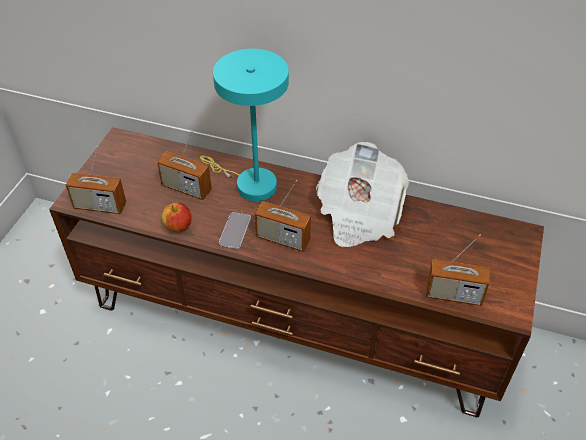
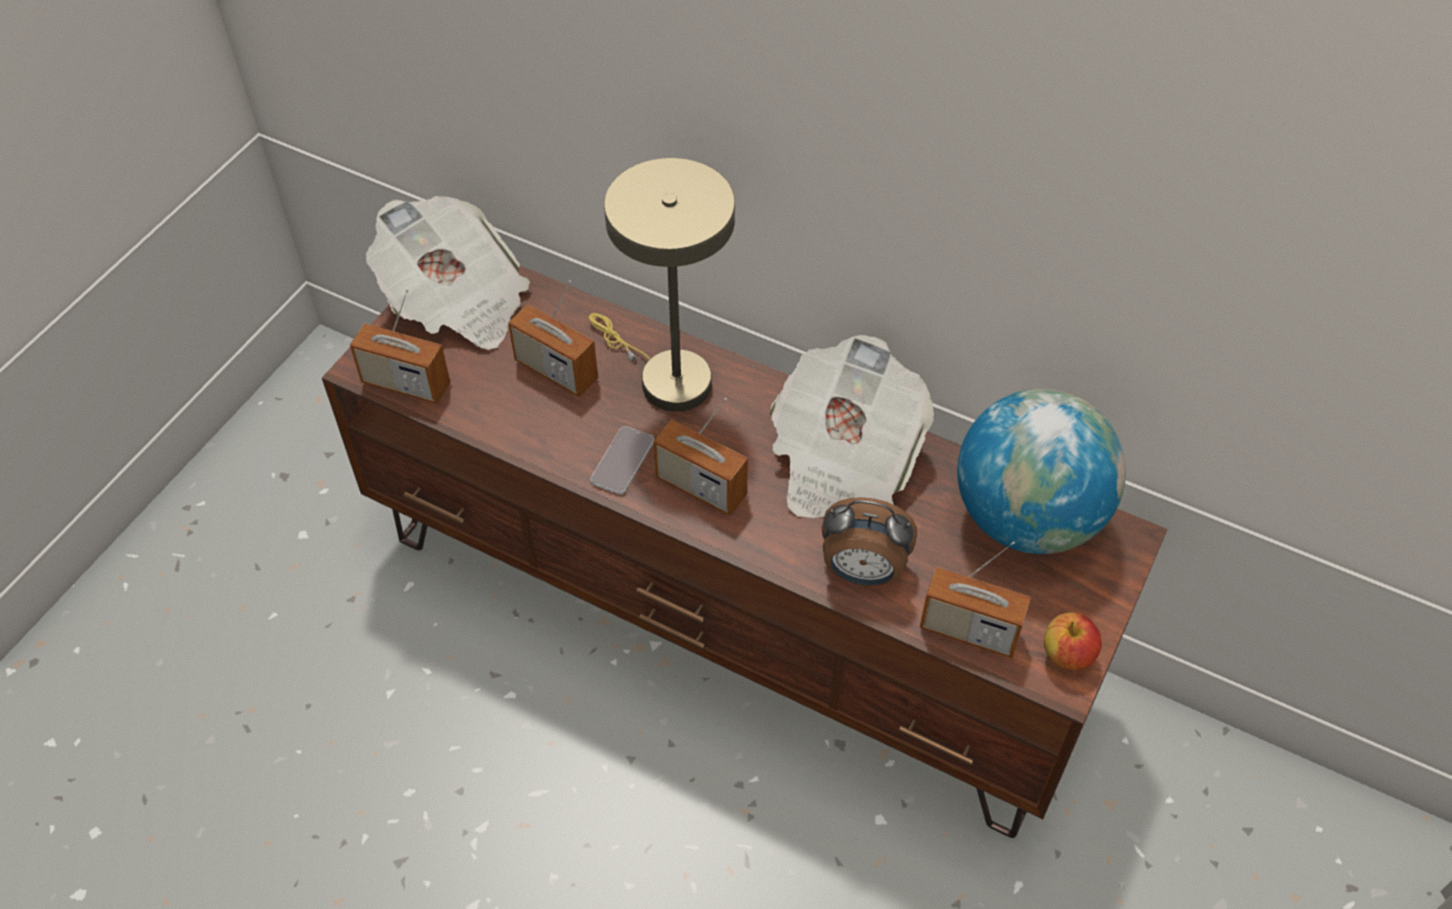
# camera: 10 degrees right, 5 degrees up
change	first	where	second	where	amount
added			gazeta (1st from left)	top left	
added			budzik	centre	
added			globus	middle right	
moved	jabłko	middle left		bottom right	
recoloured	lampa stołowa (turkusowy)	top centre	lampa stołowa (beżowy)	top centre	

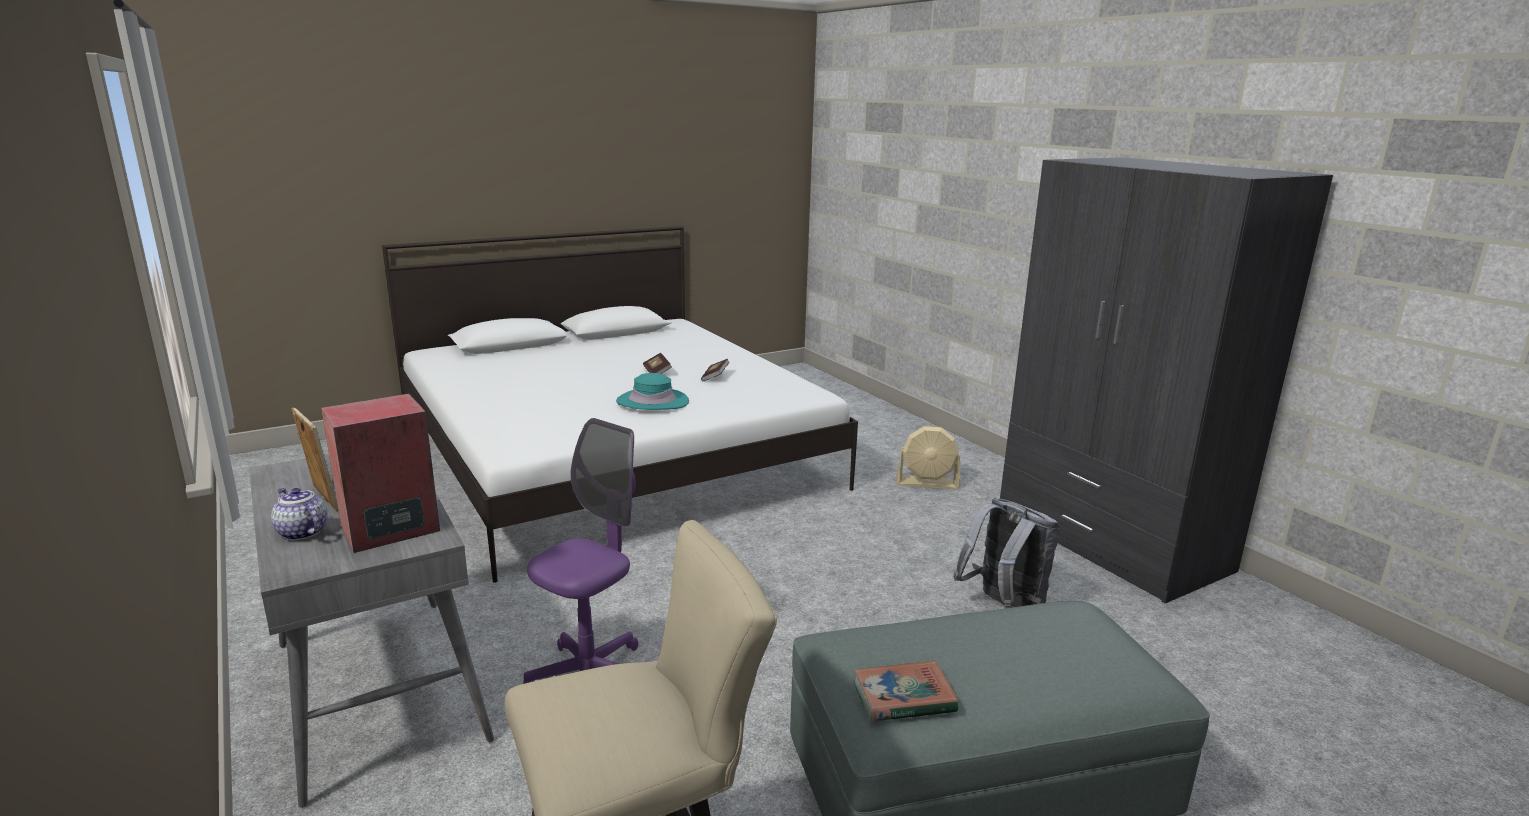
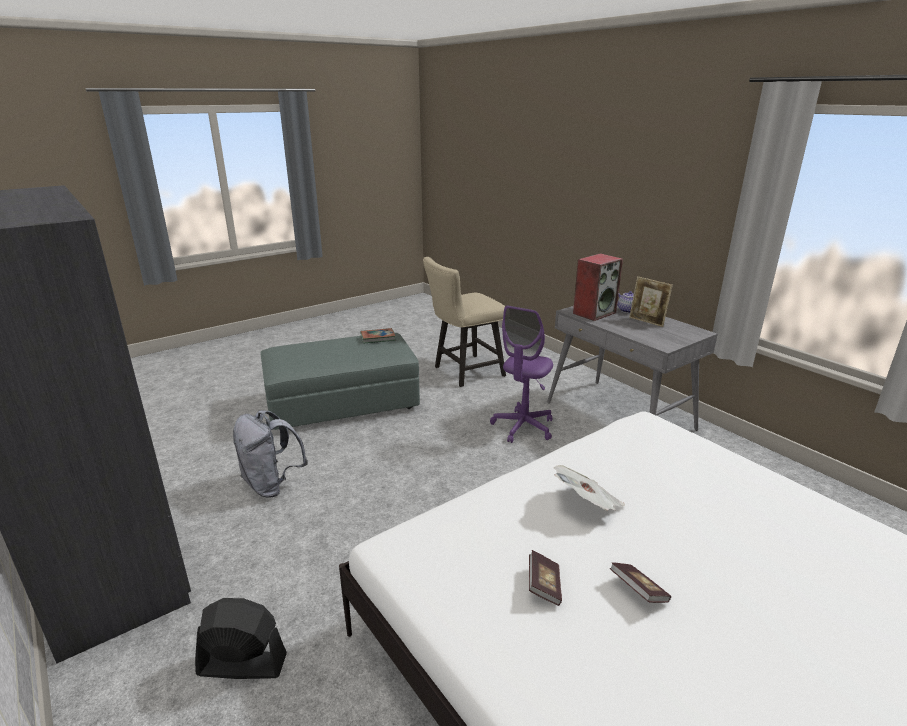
# camera: 175 degrees right, 5 degrees up
change	first	where	second	where	amount
replaced	kapelusz (turkusowy)	centre	gazeta	bottom centre	
recoloured	wentylator (beżowy)	centre	wentylator (czarny)	bottom left	

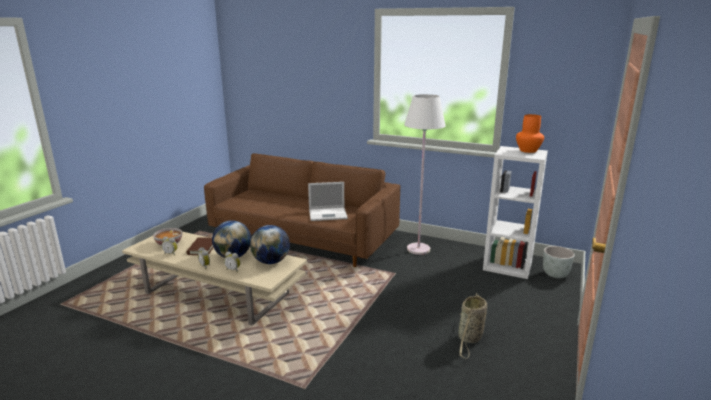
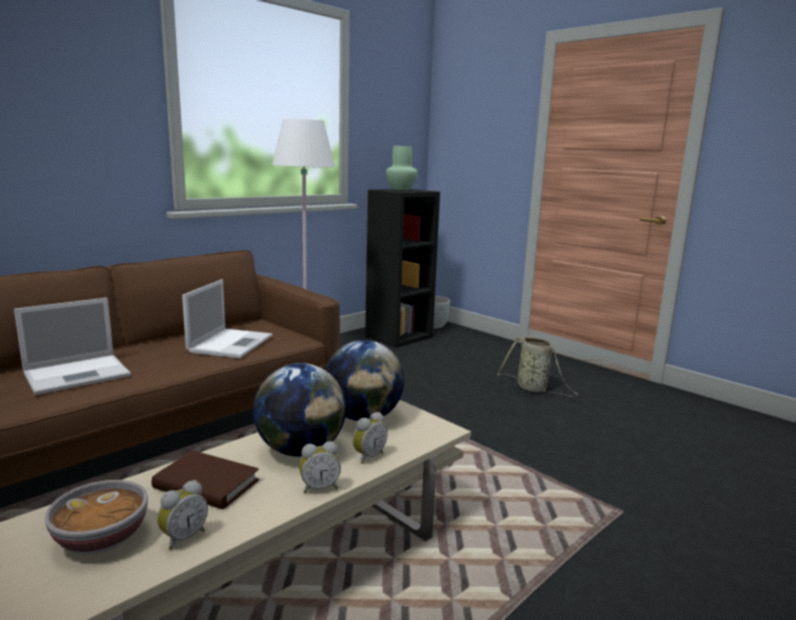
# camera: 70 degrees left, 5 degrees down
change	first	where	second	where	amount
added			laptop (1st from left)	middle left	
recoloured	regał (biały)	middle right	regał (czarny)	centre	
recoloured	wazon (pomarańczowy)	top right	wazon (zielony)	top centre	

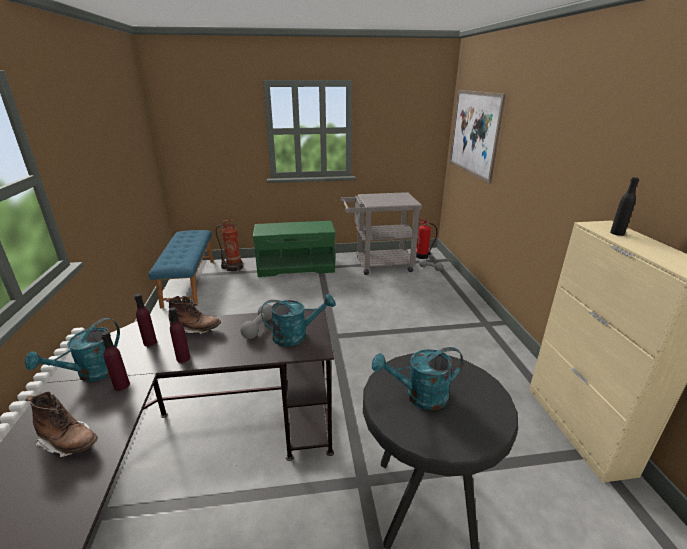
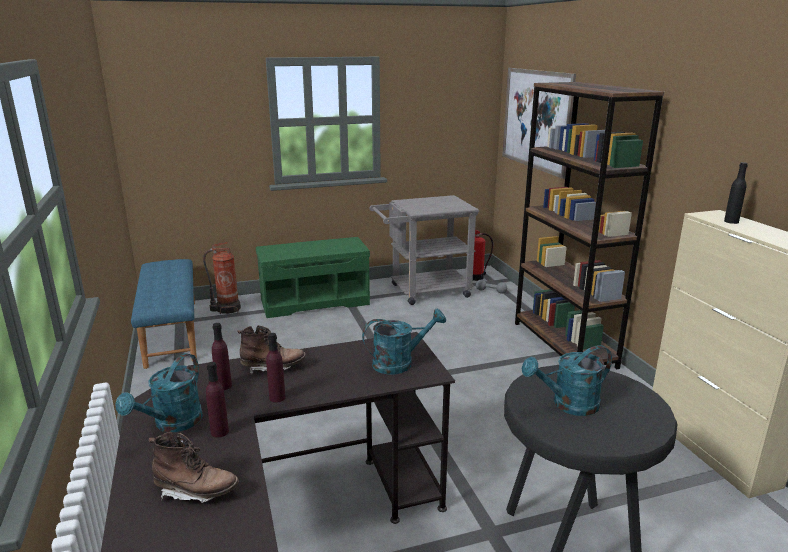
# camera: 10 degrees left, 5 degrees down
change	first	where	second	where	amount
removed	hantel (szary) (1st from left)	centre			
added			regał (brązowy)	middle right	

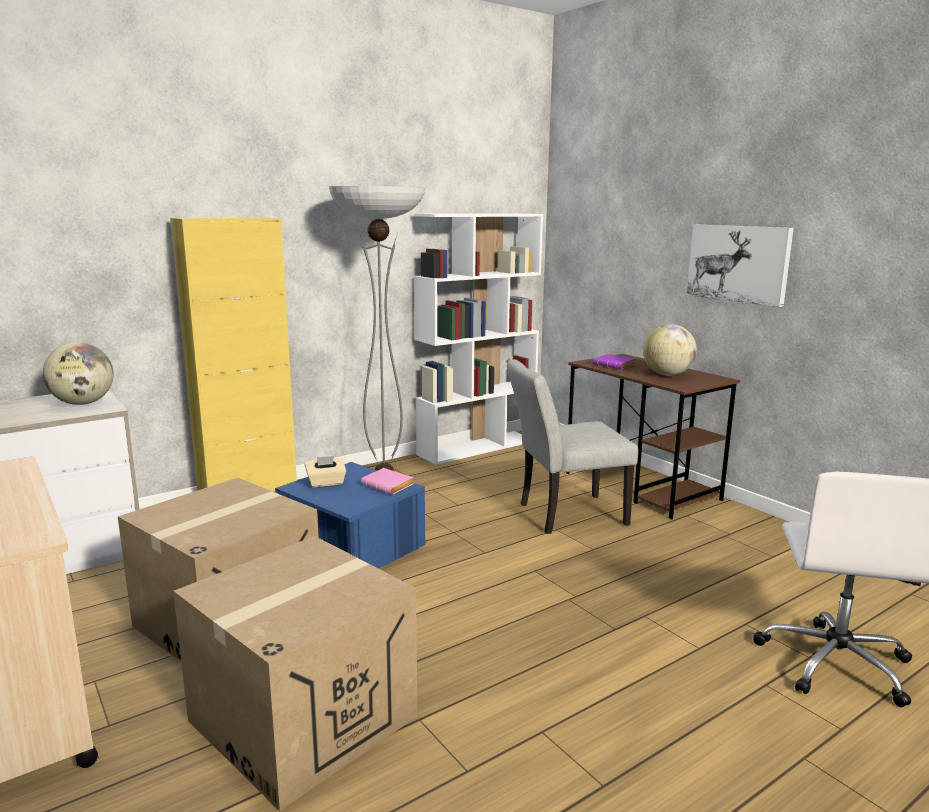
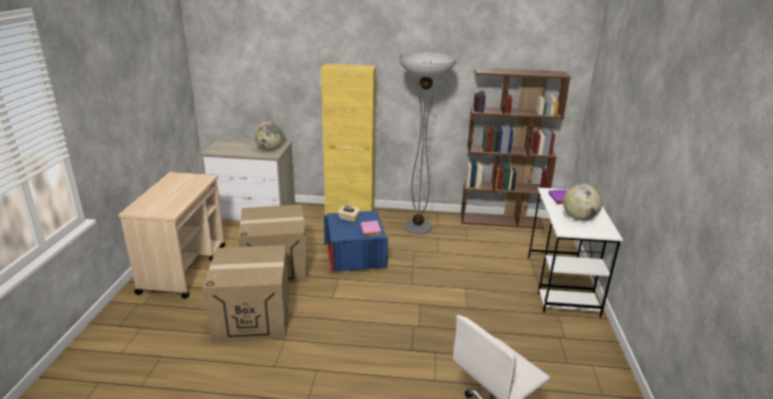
# camera: 40 degrees right, 10 degrees up
change	first	where	second	where	amount
removed	krzesło (szary)	centre			
removed	obraz	top right			
recoloured	regał (biały)	centre	regał (brązowy)	middle right	
recoloured	biurko (brązowy)	middle right	biurko (biały)	middle right	

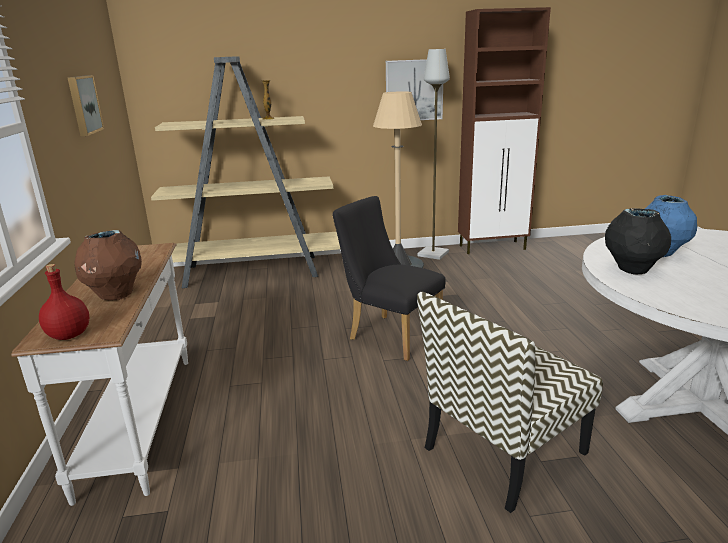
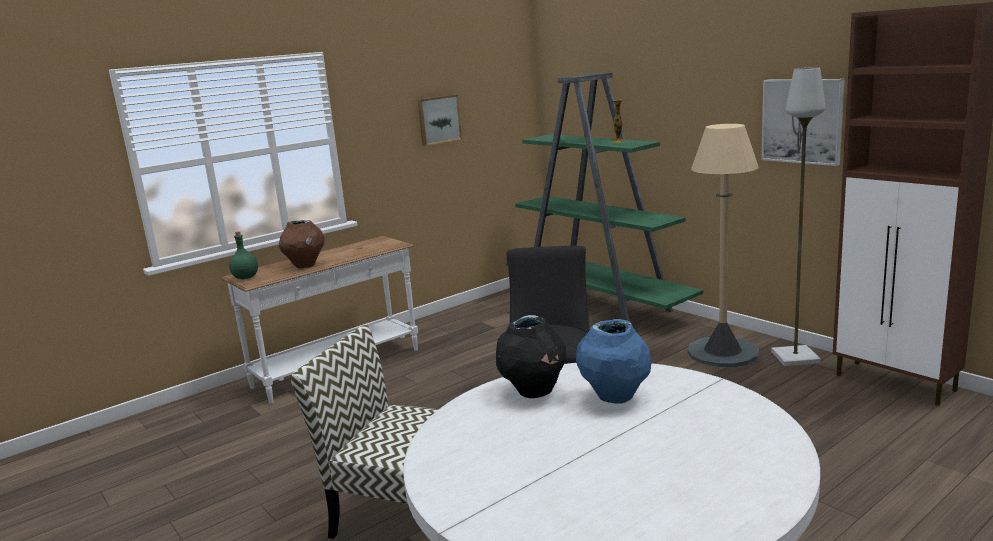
# camera: 60 degrees right, 5 degrees down
change	first	where	second	where	amount
recoloured	butelka (czerwony)	middle left	butelka (zielony)	middle left	
recoloured	regał (beżowy)	top centre	regał (zielony)	centre	

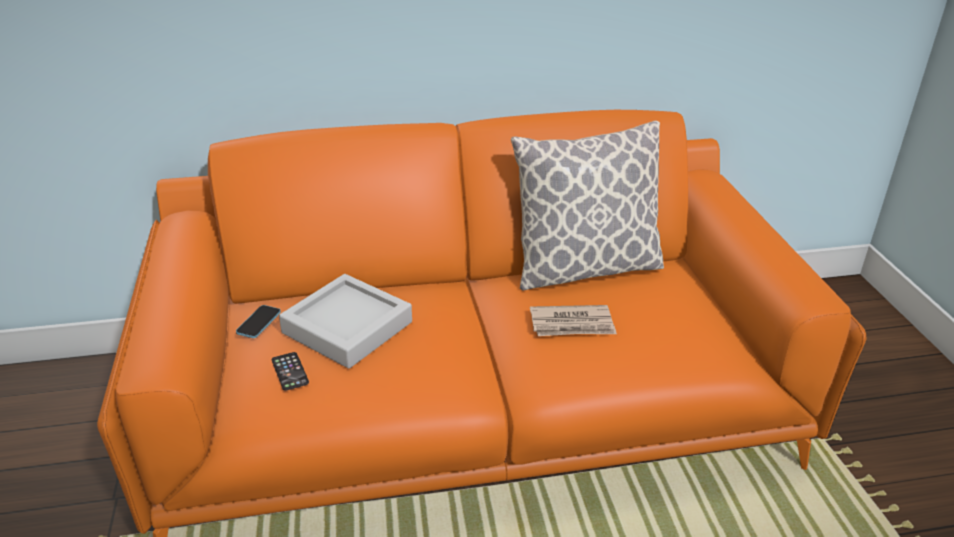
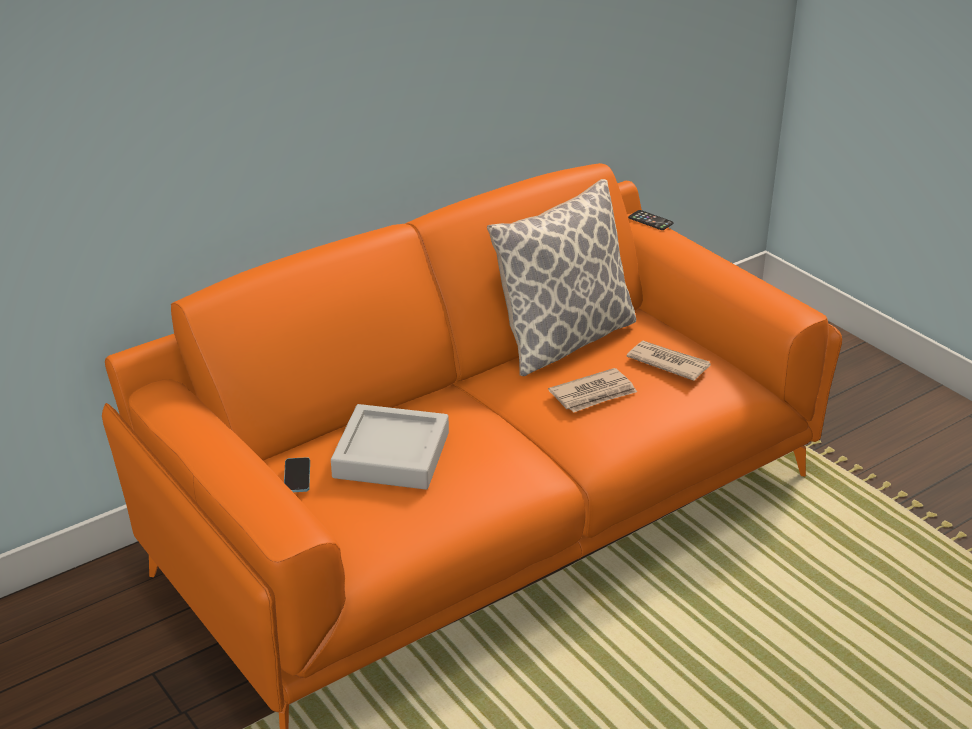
# camera: 25 degrees left, 0 degrees up
change	first	where	second	where	amount
added			gazeta (2nd from left)	middle right	
moved	telefon (2nd from left)	bottom left		top right	

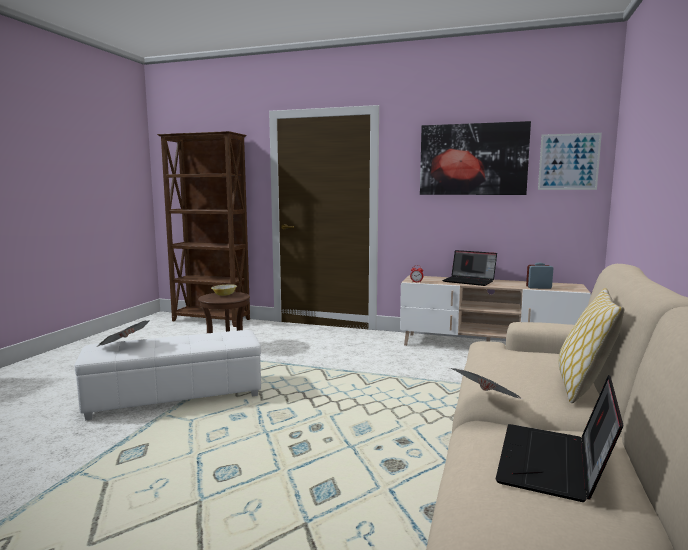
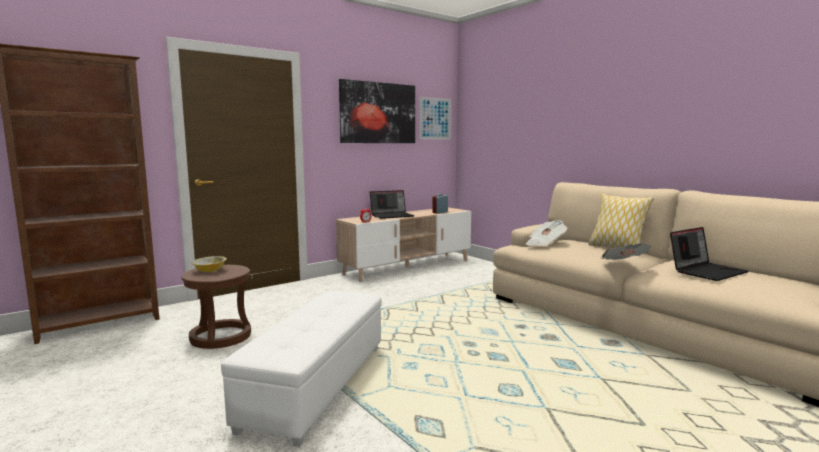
# camera: 55 degrees left, 0 degrees up
change	first	where	second	where	amount
moved	gazeta (1st from left)	middle left		middle right	
turned	laptop (2nd from left)	bottom right		middle right	90 degrees counterclockwise

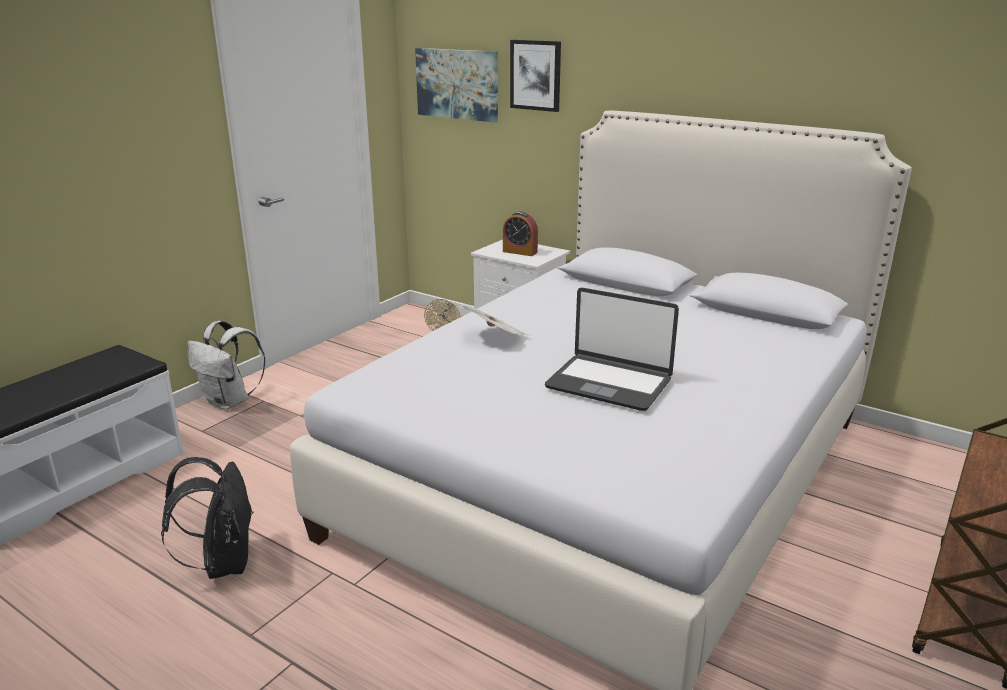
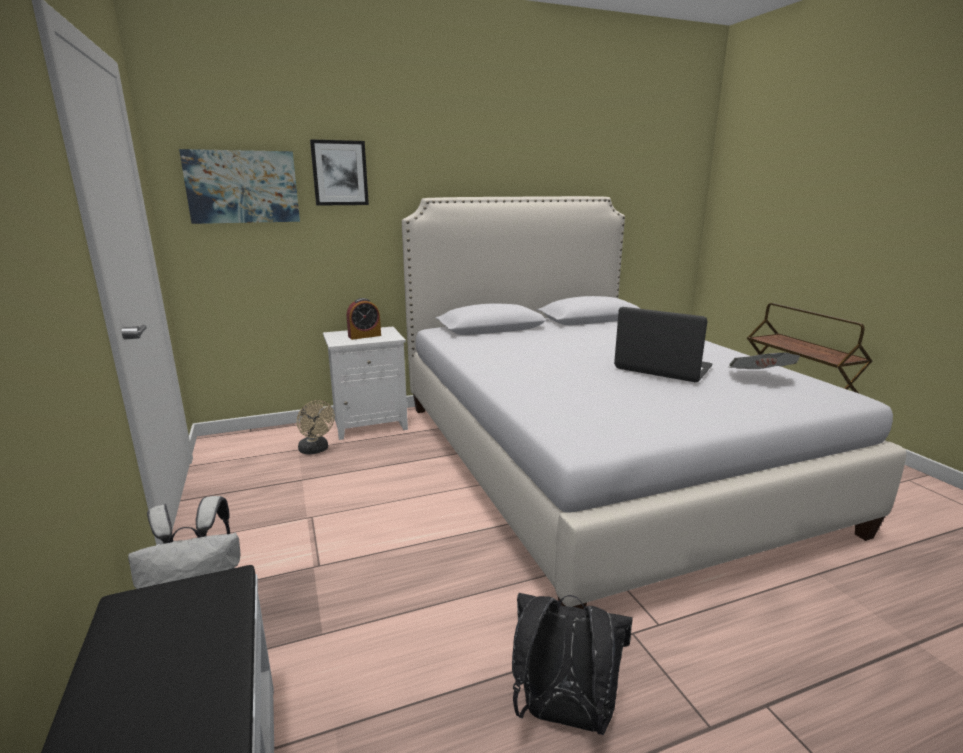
# camera: 55 degrees left, 5 degrees down
change	first	where	second	where	amount
moved	gazeta	centre		middle right	
turned	laptop	centre		middle right	120 degrees counterclockwise

